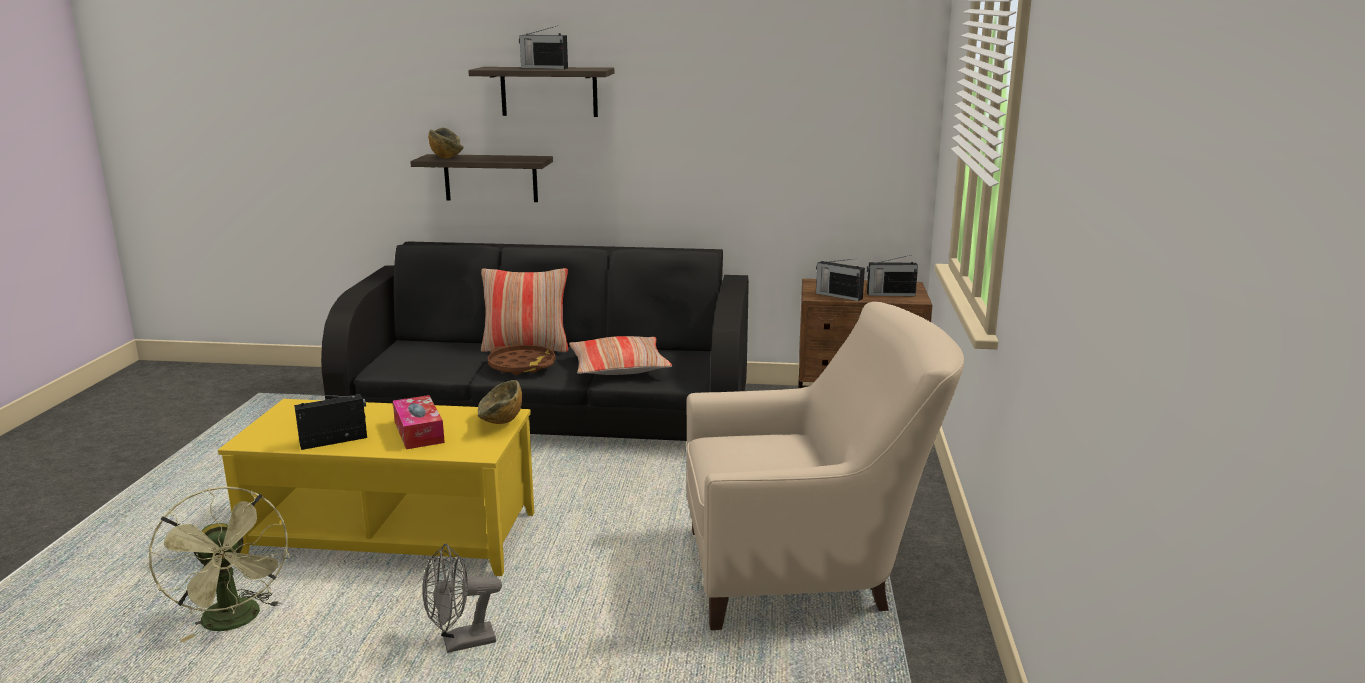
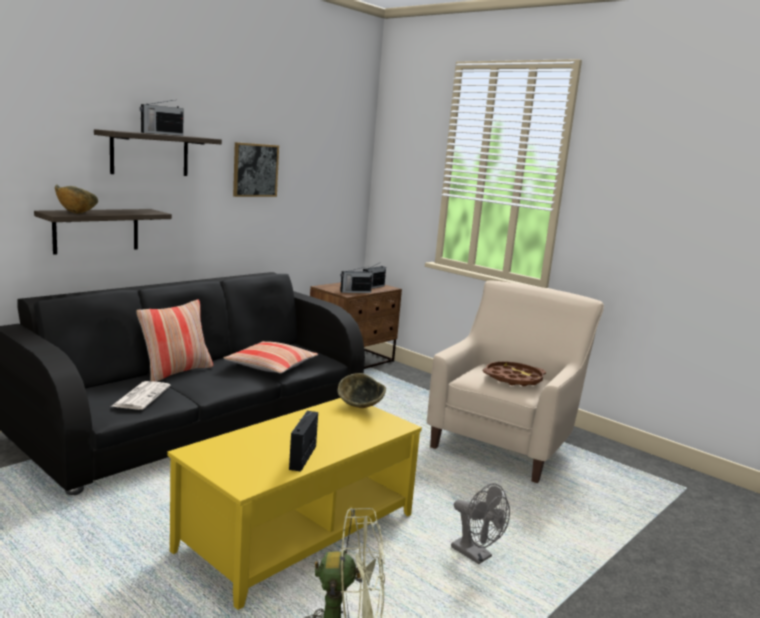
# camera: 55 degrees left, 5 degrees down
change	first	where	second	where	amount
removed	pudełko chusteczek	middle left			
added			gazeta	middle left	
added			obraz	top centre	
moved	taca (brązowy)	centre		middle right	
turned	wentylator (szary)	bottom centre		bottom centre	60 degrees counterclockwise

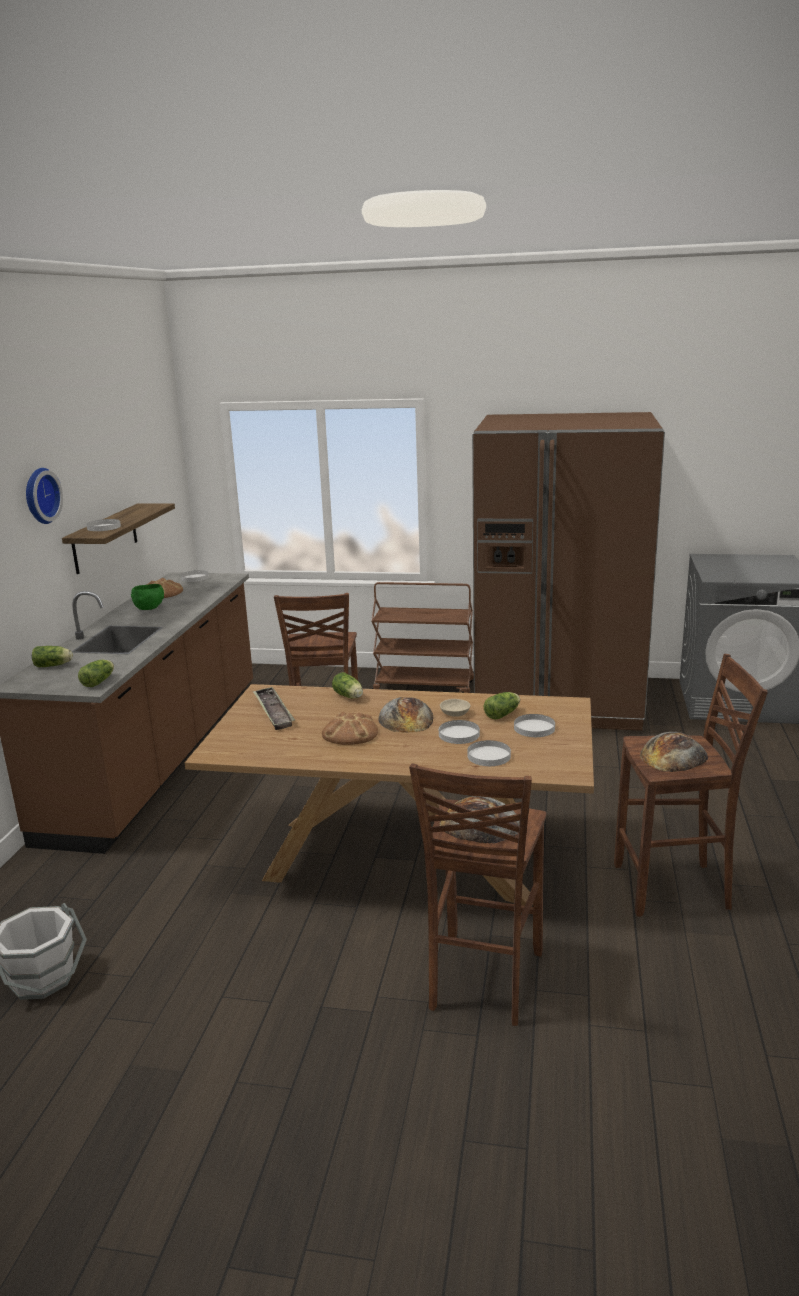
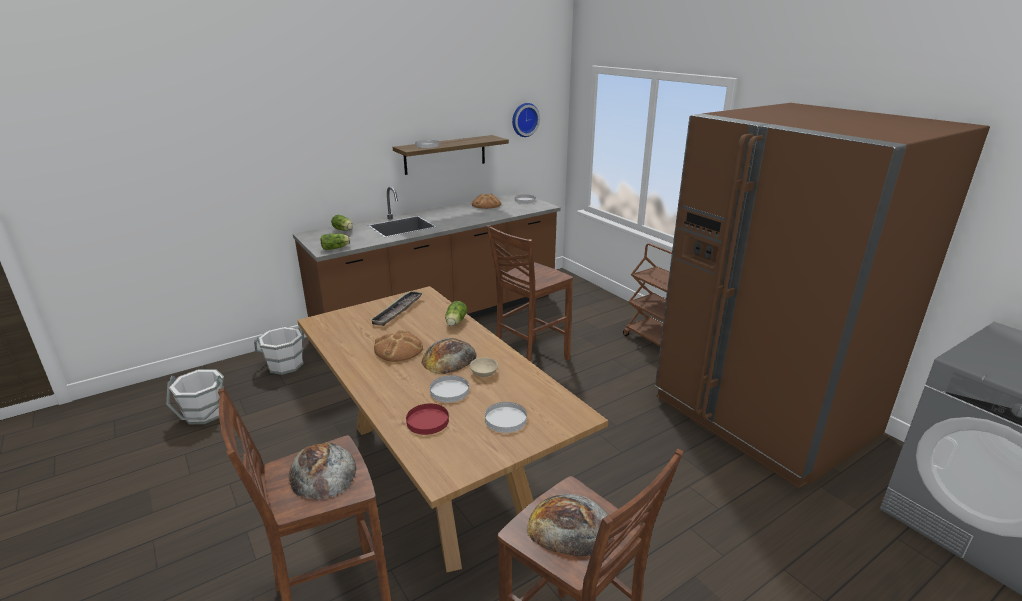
# camera: 45 degrees right, 5 degrees up
change	first	where	second	where	amount
removed	miska (zielony)	middle left			
removed	sałata (4th from left)	centre			
added			wiadro (biały) (2nd from left)	middle left	
moved	zegar ścienny	middle left		top centre	
recoloured	talerz (biały) (4th from left)	centre	talerz (czerwony)	bottom centre	

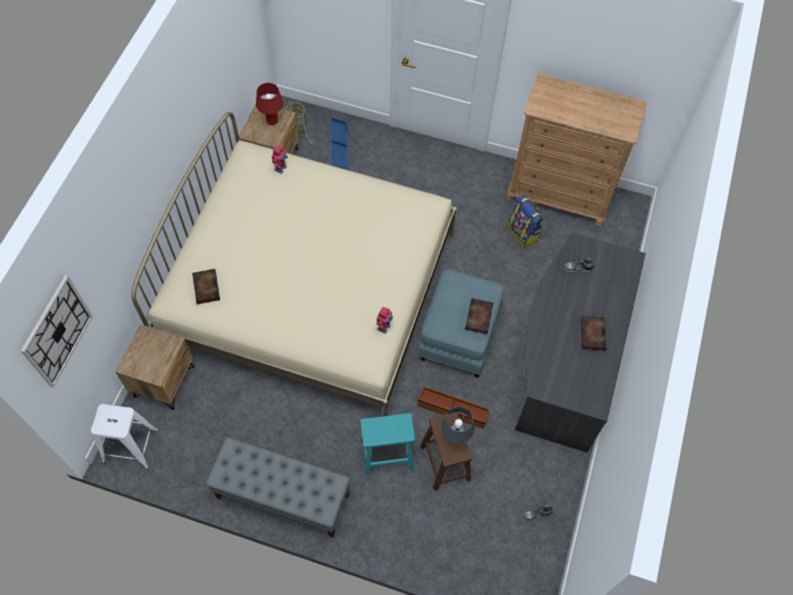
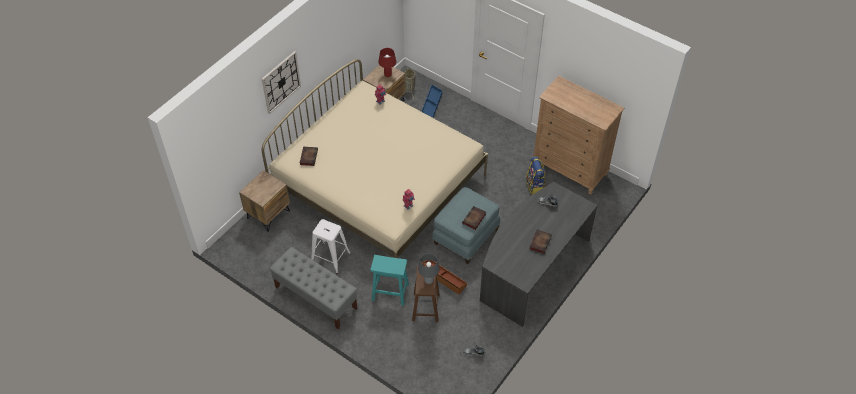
# camera: 20 degrees right, 10 degrees down
change	first	where	second	where	amount
moved	zegar ścienny	middle left		top left	
moved	stołek (biały)	bottom left		centre	

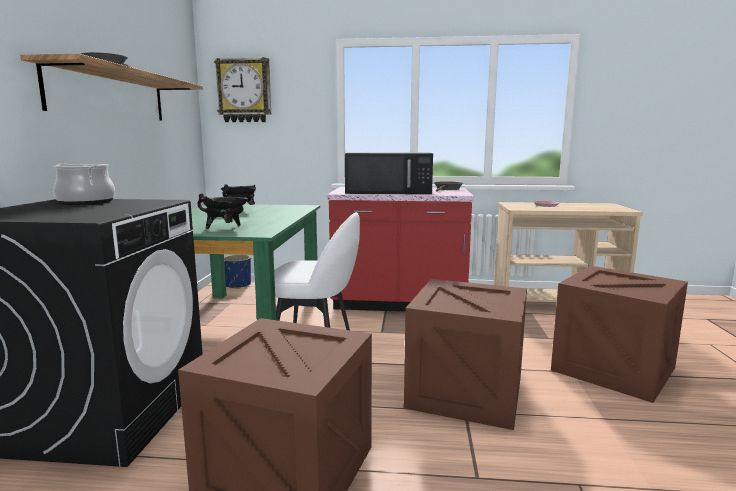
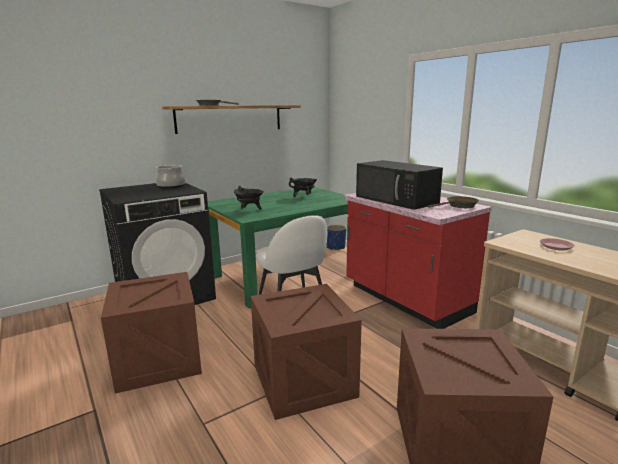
# camera: 50 degrees right, 5 degrees up
change	first	where	second	where	amount
removed	zegar ścienny	top left			

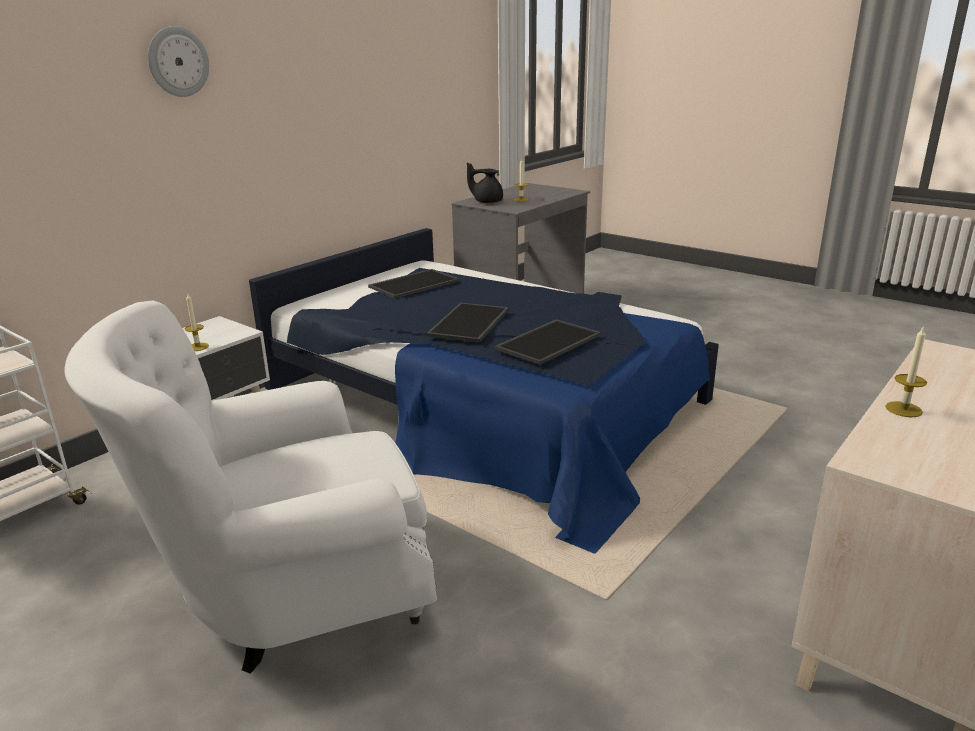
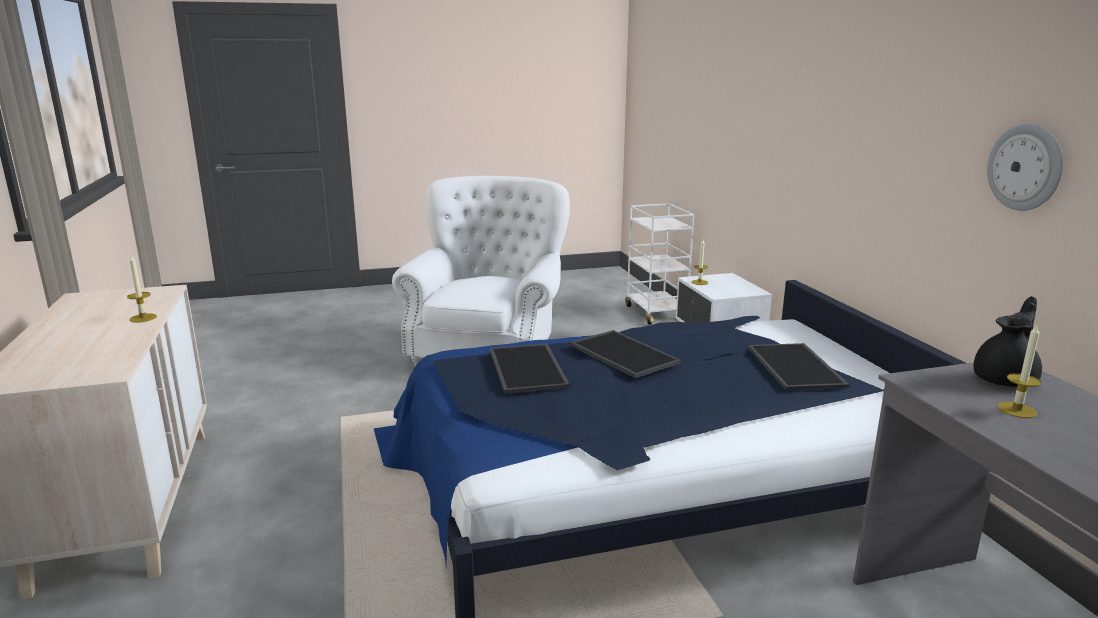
# camera: 125 degrees right, 5 degrees down
change	first	where	second	where	amount
moved	zegar ścienny	top left		top right	

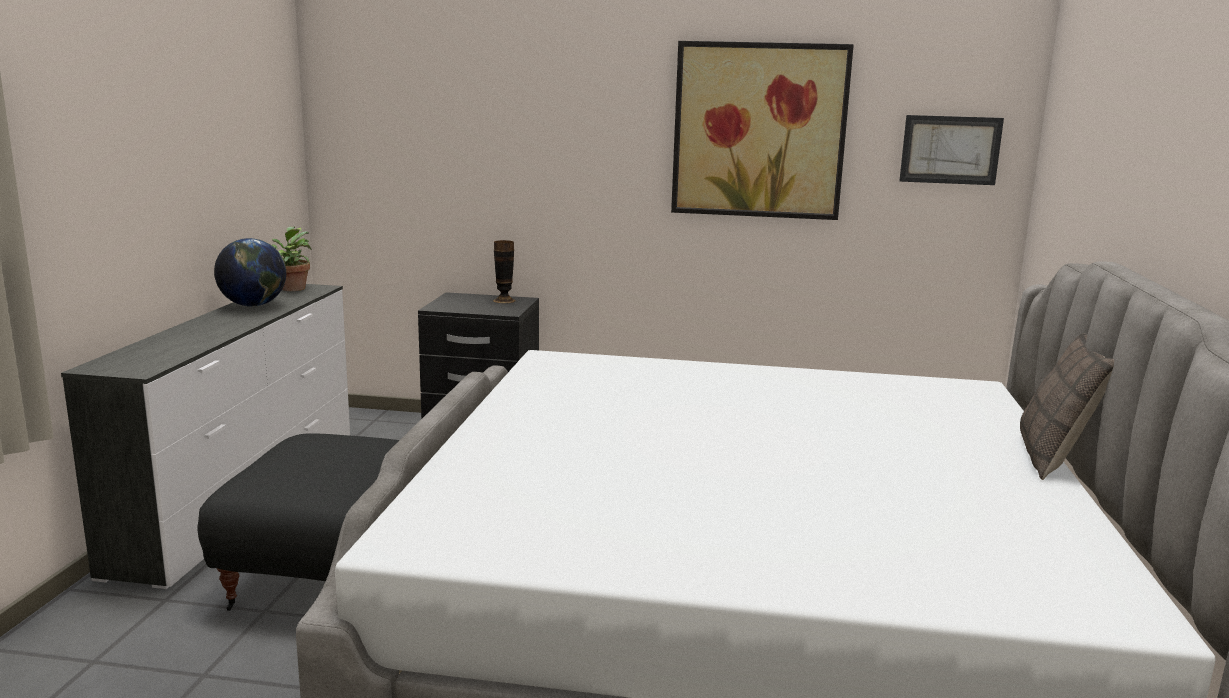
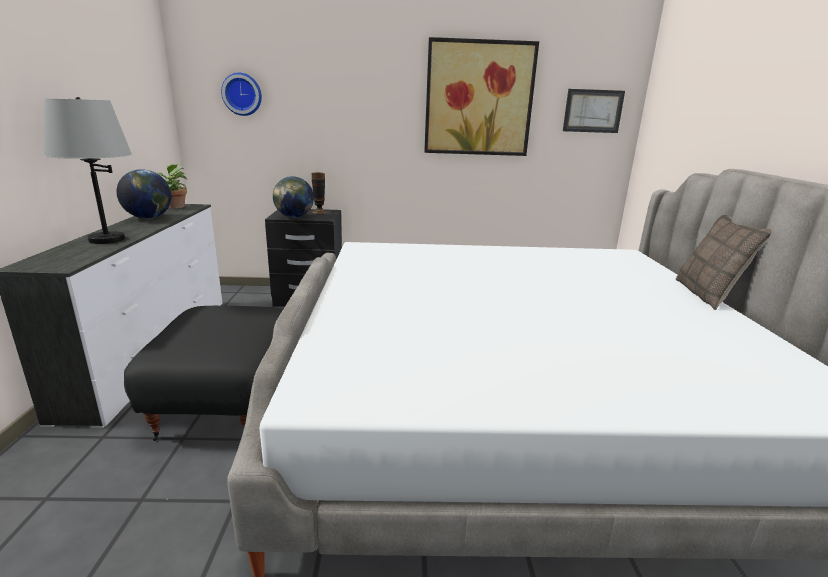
# camera: 10 degrees left, 5 degrees up
change	first	where	second	where	amount
added			lampa stołowa (szary)	top left	
added			zegar ścienny	top left	
added			globus (2nd from left)	centre	

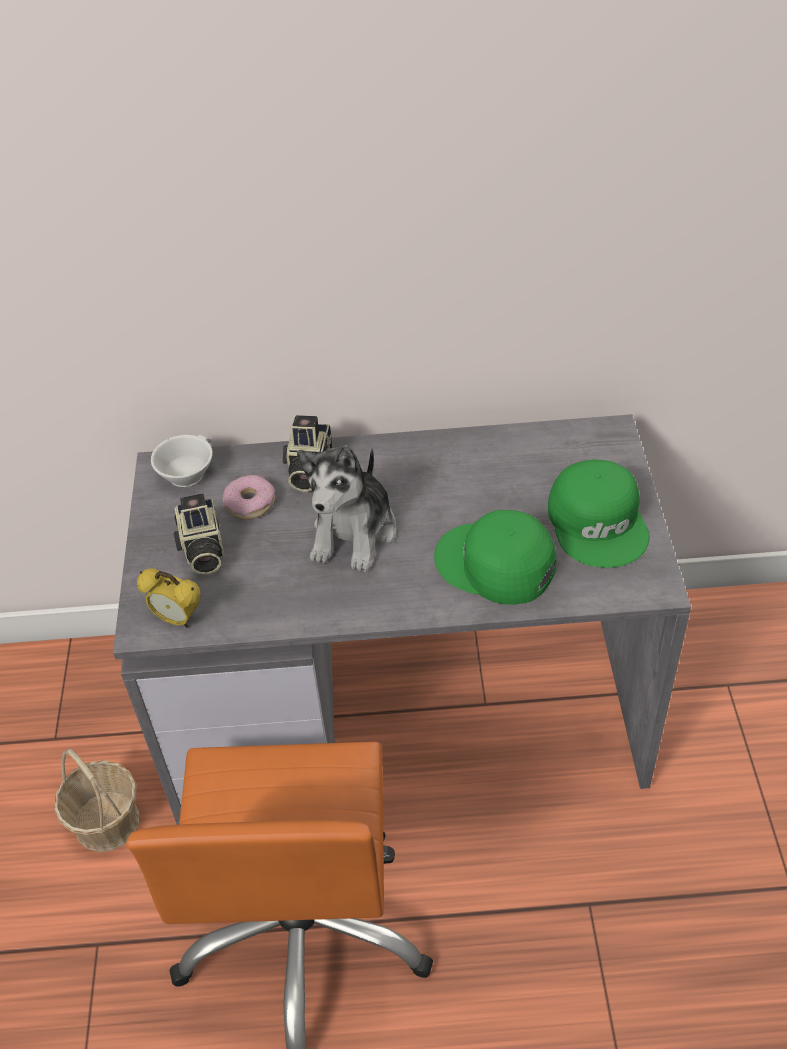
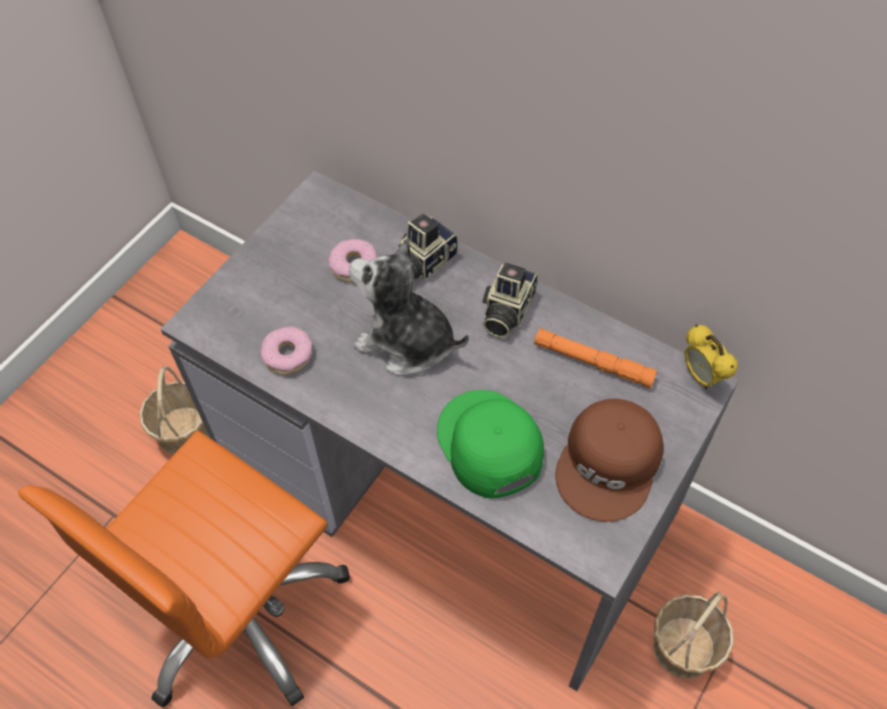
# camera: 35 degrees right, 10 degrees up
change	first	where	second	where	amount
removed	filiżanka (biały)	middle left			
added			donut (1st from left)	middle left	
added			latarka (pomarańczowy)	middle right	
added			koszyk (2nd from left)	bottom right	
moved	budzik	middle left		middle right	
moved	aparat fotograficzny (1st from left in the first image)	middle left	aparat fotograficzny (2nd from left)	centre	
recoloured	czapka z daszkiem (zielony) (2nd from left)	middle right	czapka z daszkiem (brązowy)	middle right	
turned	pluszak	centre		centre	60 degrees clockwise

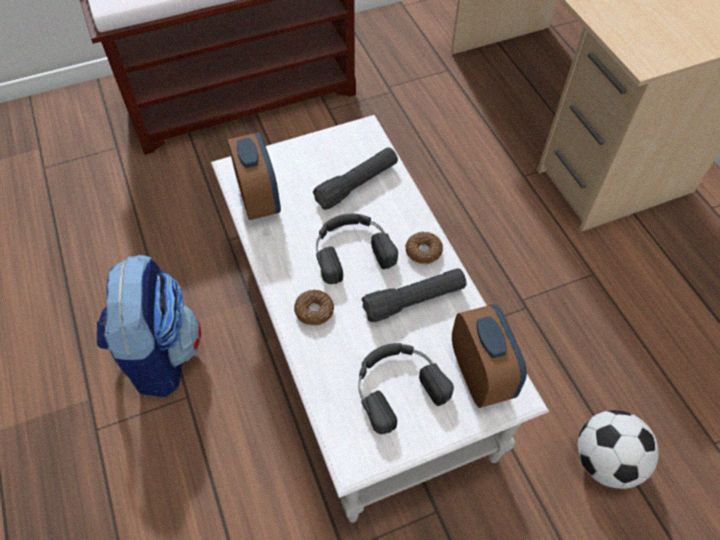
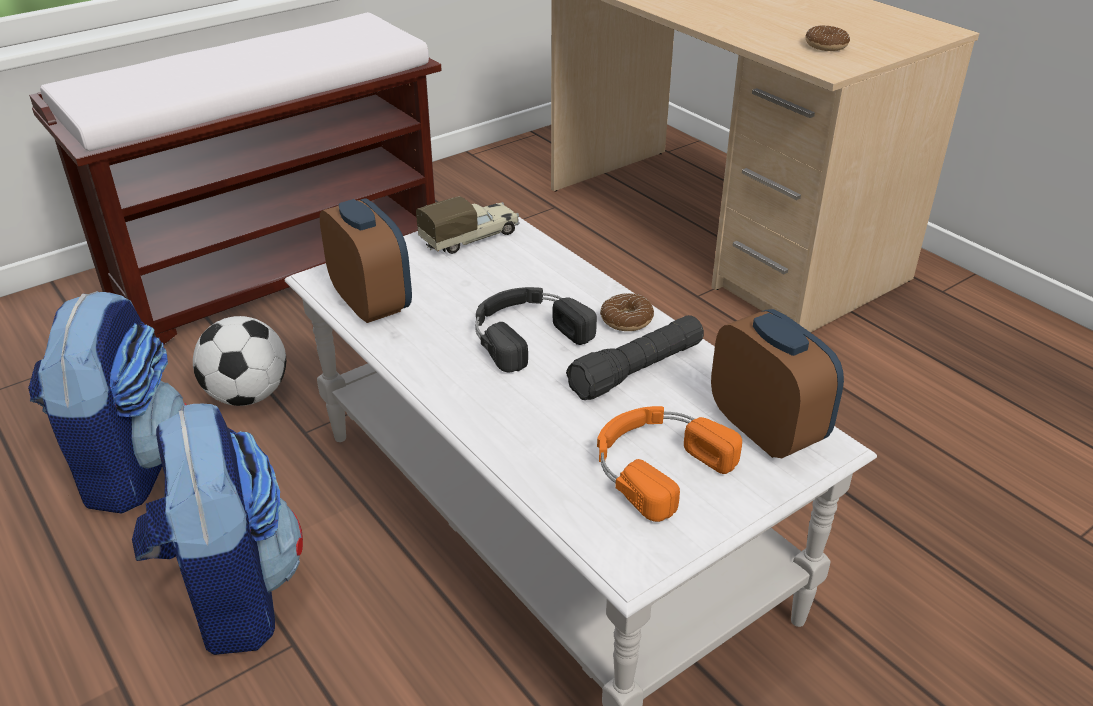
# camera: 15 degrees left, 20 degrees down
change	first	where	second	where	amount
removed	latarka (czarny) (1st from left)	top centre			
added			plecak (1st from left)	middle left	
added			ciężarówka zabawkowa	top centre	
moved	donut (1st from left in the first image)	centre	donut (2nd from left)	top right	
moved	piłka futbolowa	bottom right		middle left	
recoloured	słuchawki (czarny) (2nd from left)	bottom centre	słuchawki (pomarańczowy)	centre	

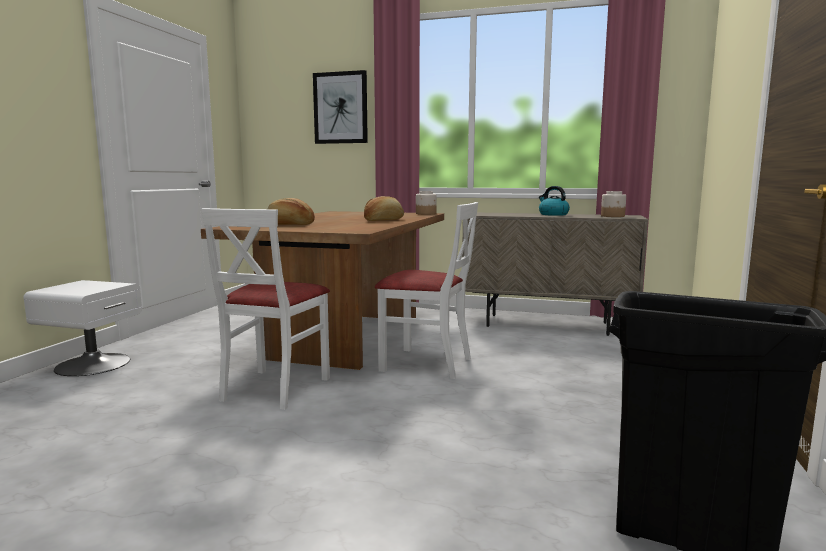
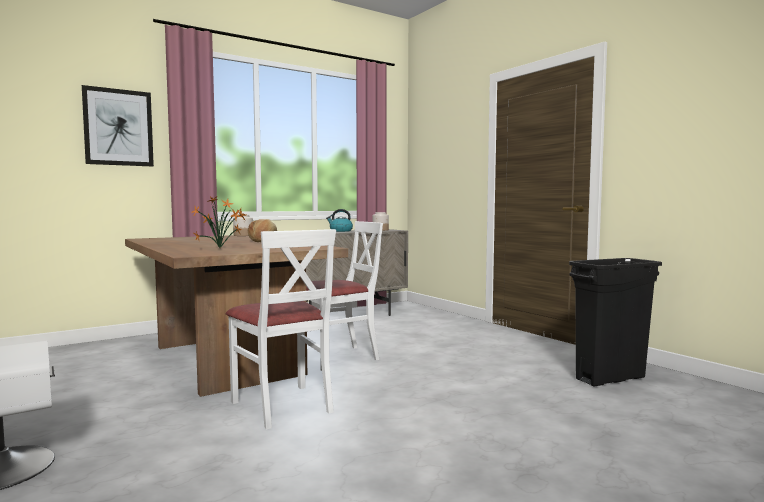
# camera: 50 degrees left, 5 degrees down
change	first	where	second	where	amount
replaced	chleb (1st from left)	centre	roślina doniczkowa	middle left	

